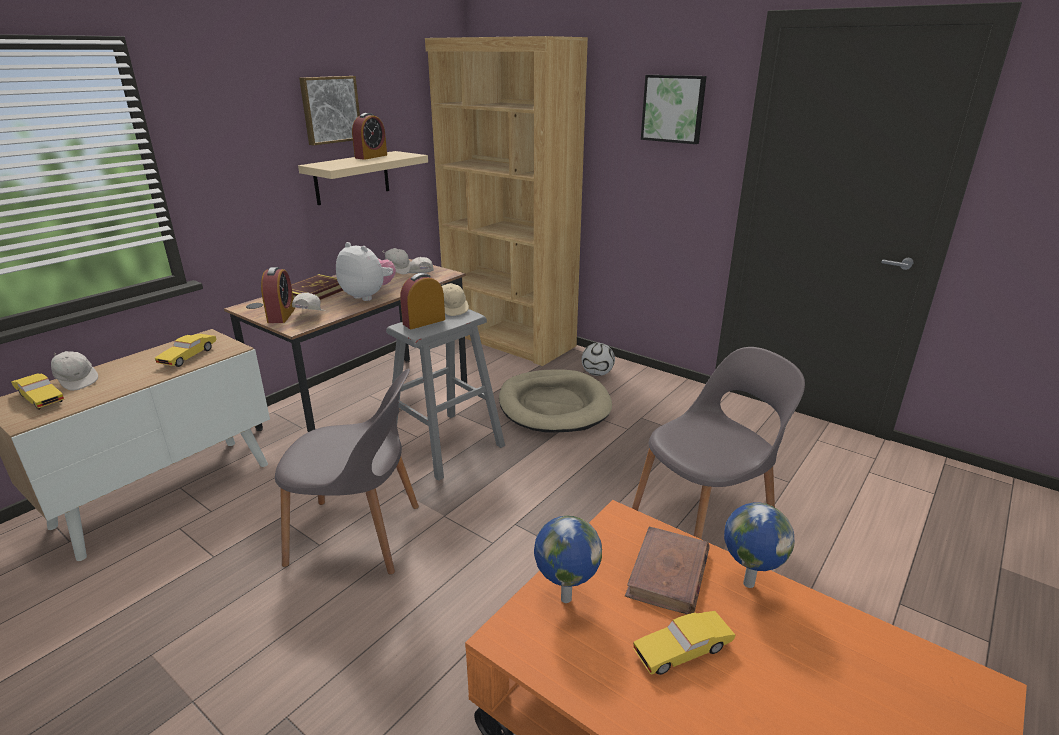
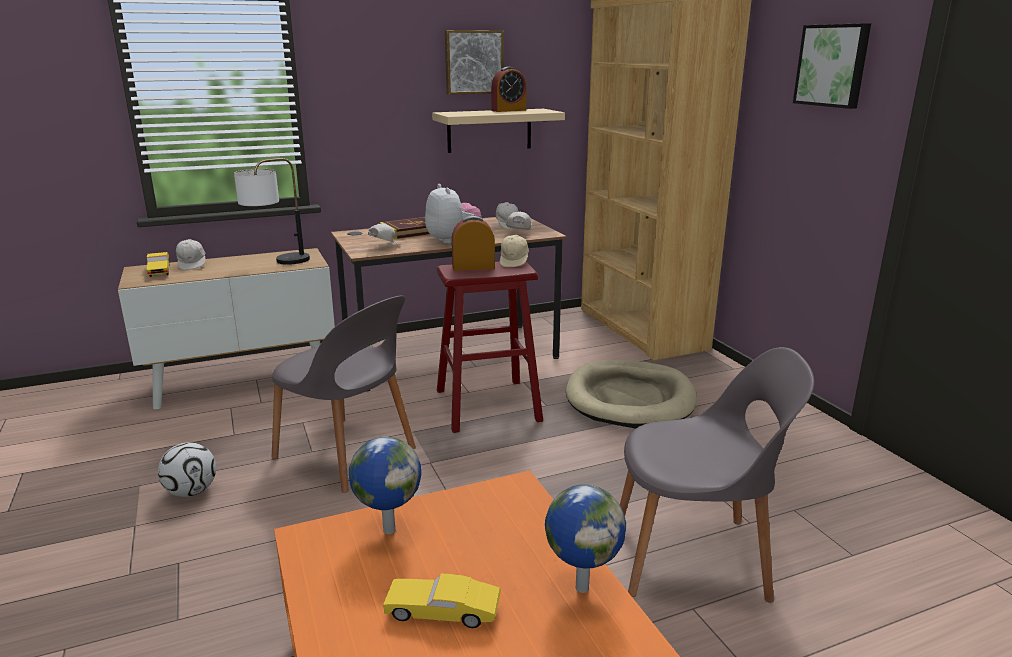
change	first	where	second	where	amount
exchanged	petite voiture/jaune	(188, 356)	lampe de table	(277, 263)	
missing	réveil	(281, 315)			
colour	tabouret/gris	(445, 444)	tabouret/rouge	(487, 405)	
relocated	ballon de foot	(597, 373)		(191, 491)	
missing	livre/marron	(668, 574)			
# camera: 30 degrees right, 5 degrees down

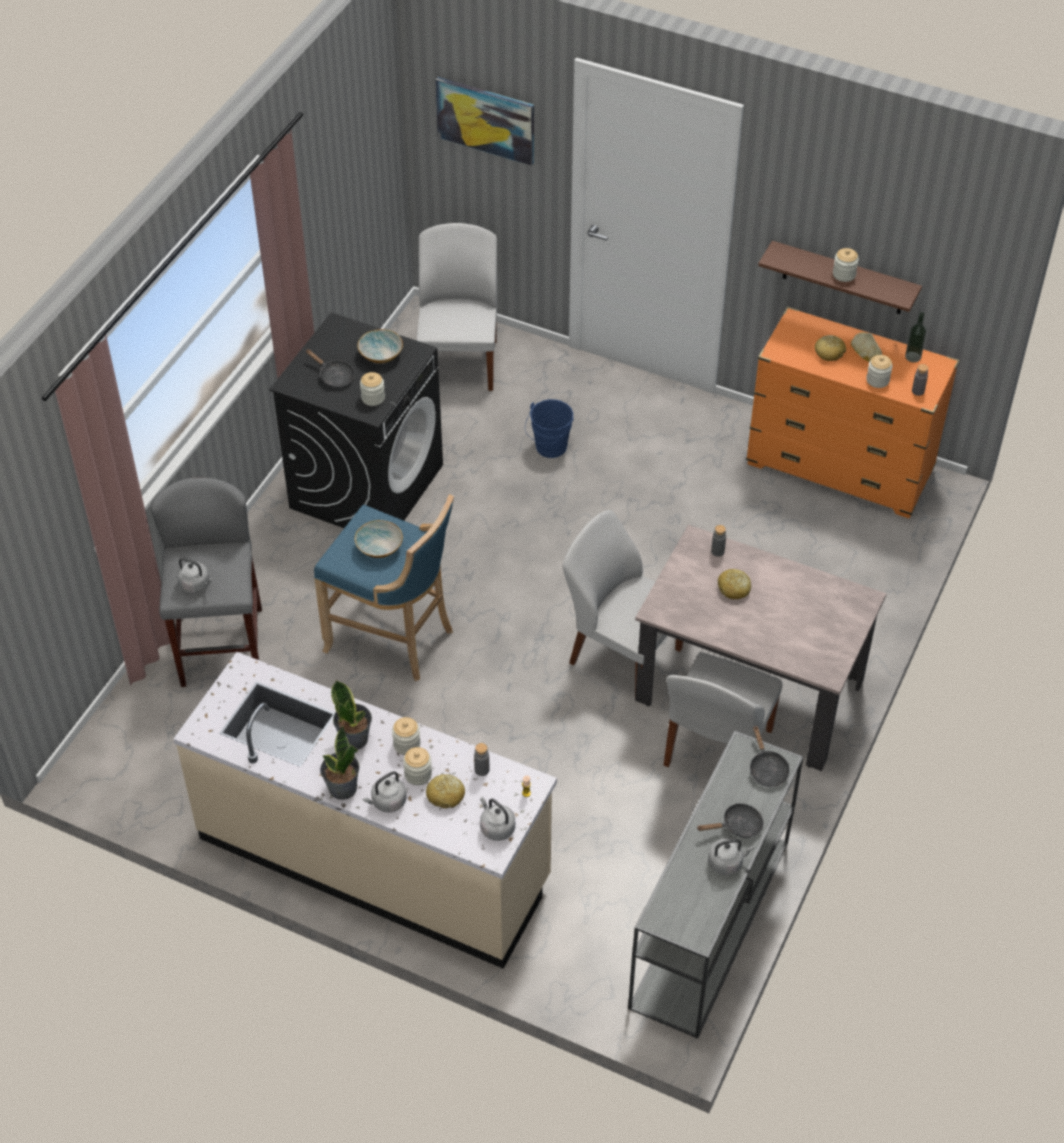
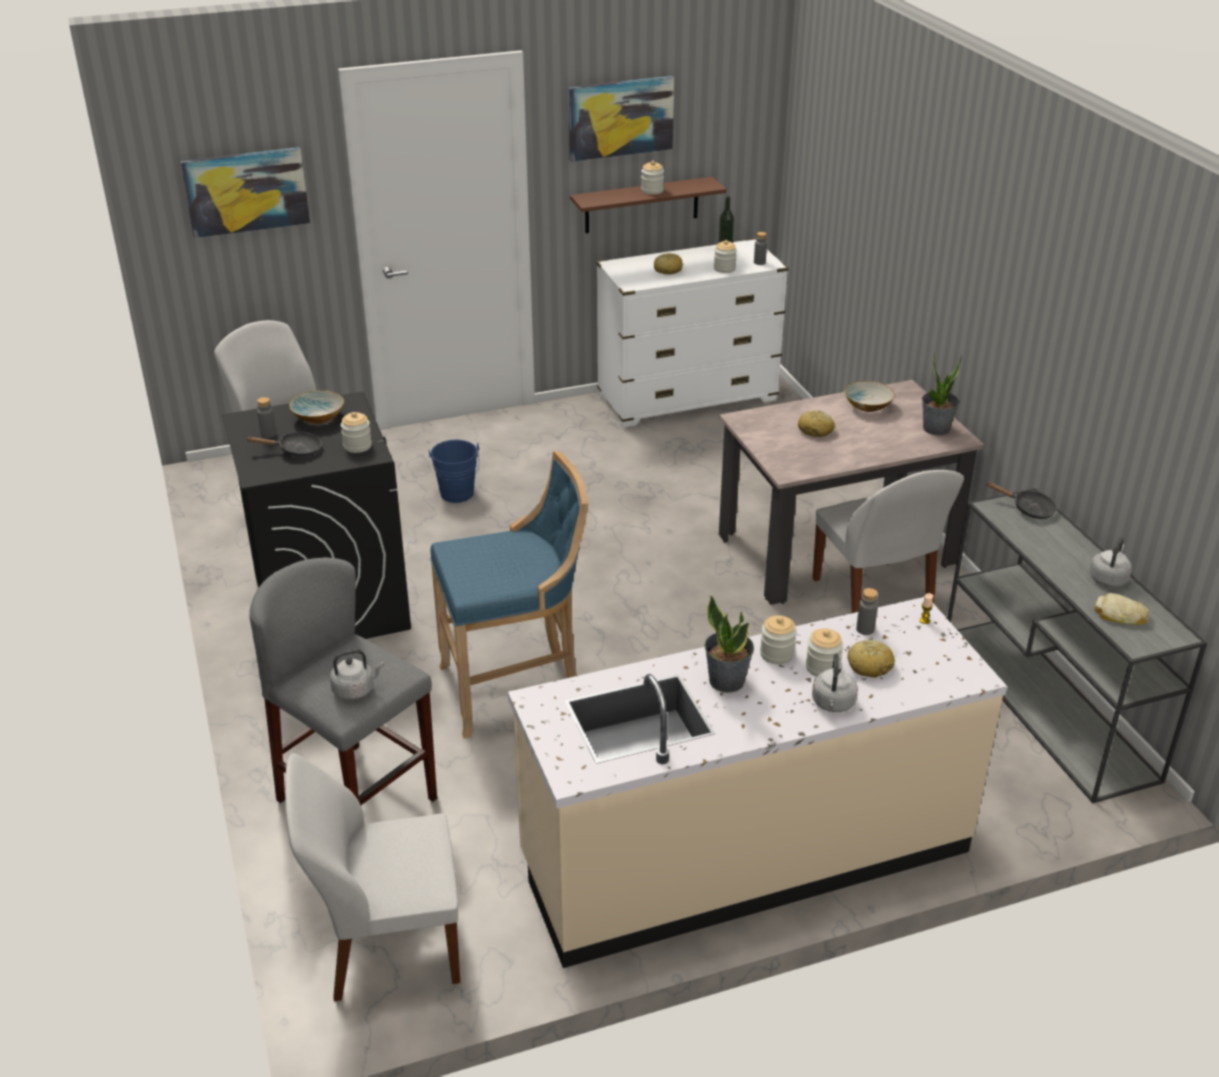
change	first	where	second	where	amount
relocated	plante en pot	(342, 788)		(936, 429)	
relocated	bol	(379, 547)		(867, 406)	
missing	bouilloire/gris	(496, 827)			
relocated	chaise/blanc	(623, 654)		(388, 945)	
missing	poêle/noir	(738, 826)			
relocated	bouteille/gris	(717, 551)		(268, 434)	
colour	commode/orange	(840, 468)	commode/blanc	(687, 398)	
relocated	pain	(865, 350)		(1120, 615)	
appeared			tableau	(620, 118)	
# camera: 45 degrees left, 15 degrees down

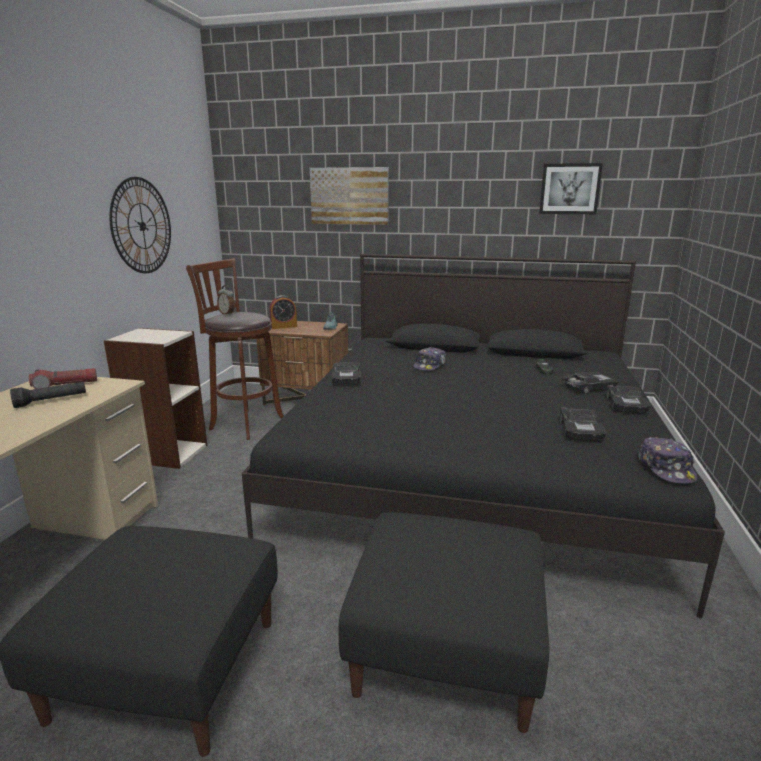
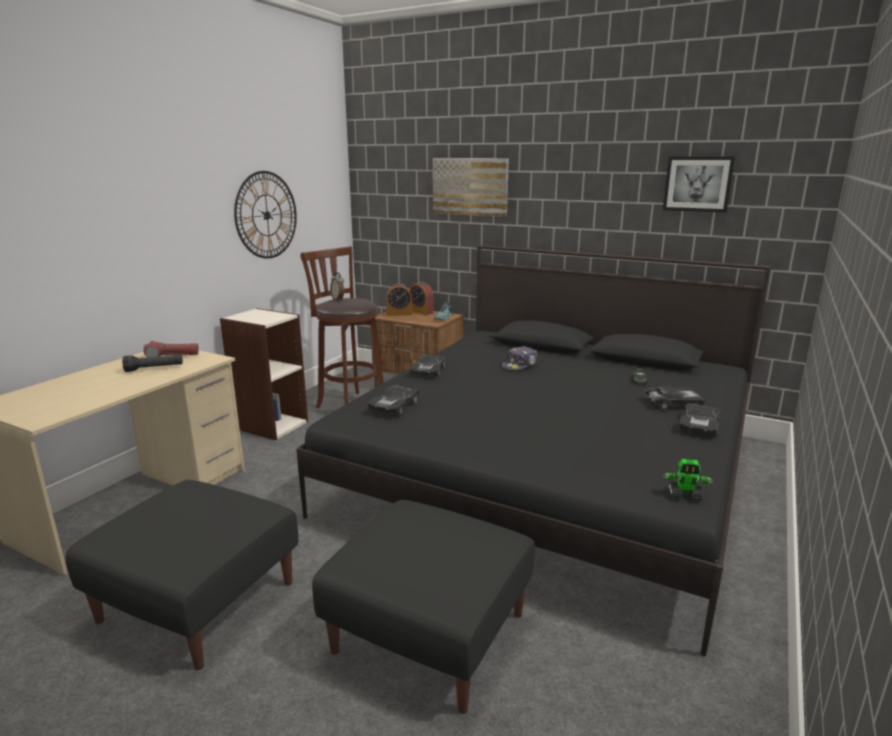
change	first	where	second	where	amount
relocated	petite voiture/noir	(580, 430)		(395, 406)	
exchanged	casquette	(666, 468)	robot jouet	(685, 495)	
appeared			réveil	(421, 312)	
# camera: 15 degrees right, 0 degrees up

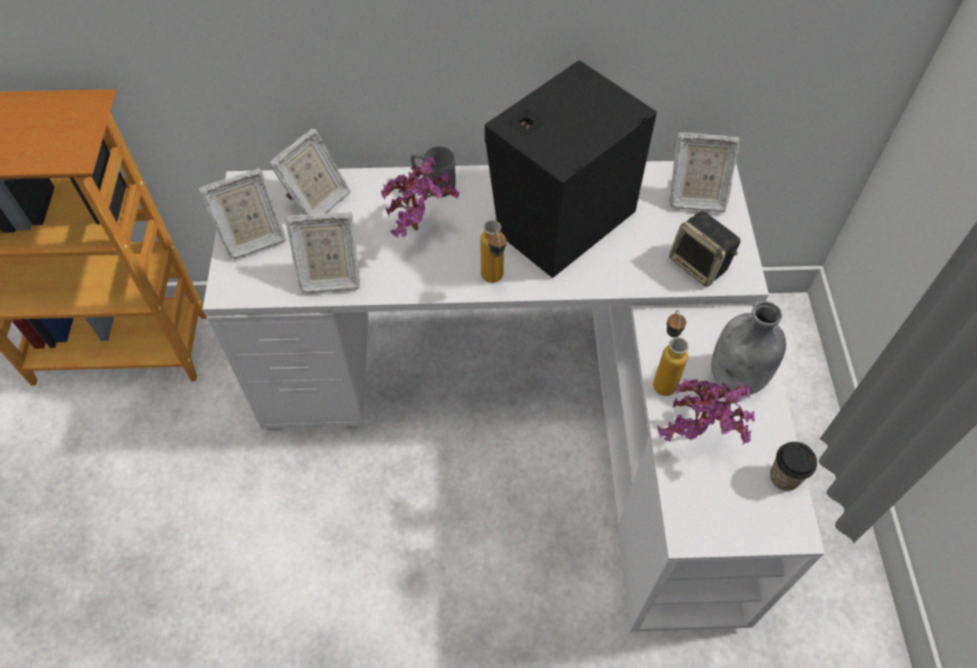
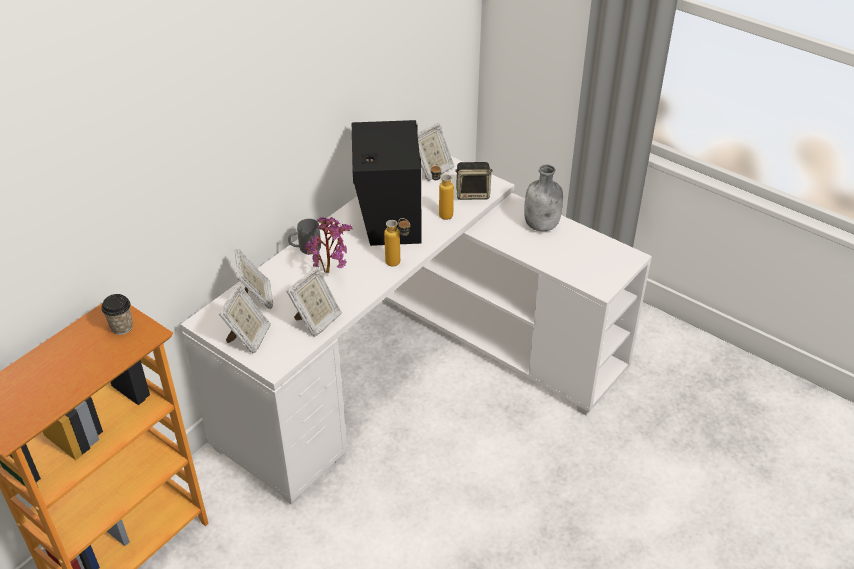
change	first	where	second	where	amount
relocated	bouteille	(663, 378)		(441, 213)	
missing	plante en pot	(697, 439)			
relocated	tasse	(784, 477)		(122, 327)	
# camera: 50 degrees left, 15 degrees down

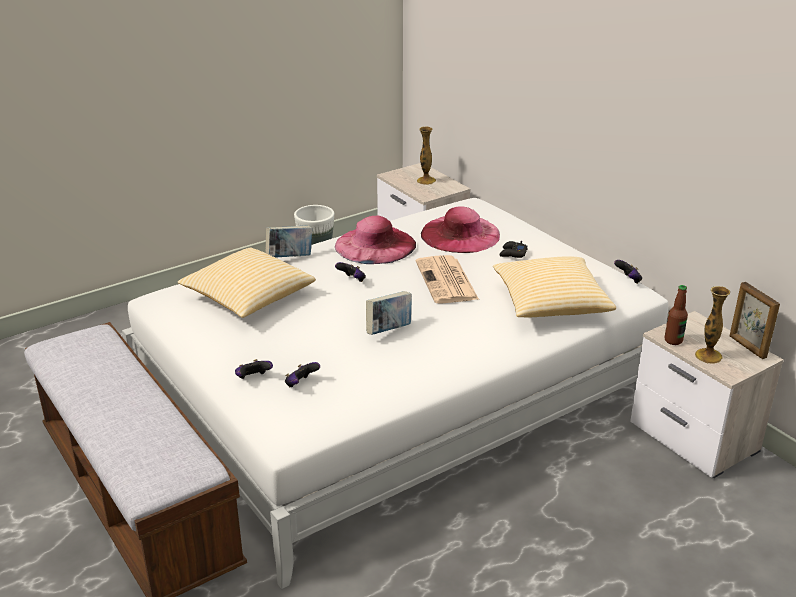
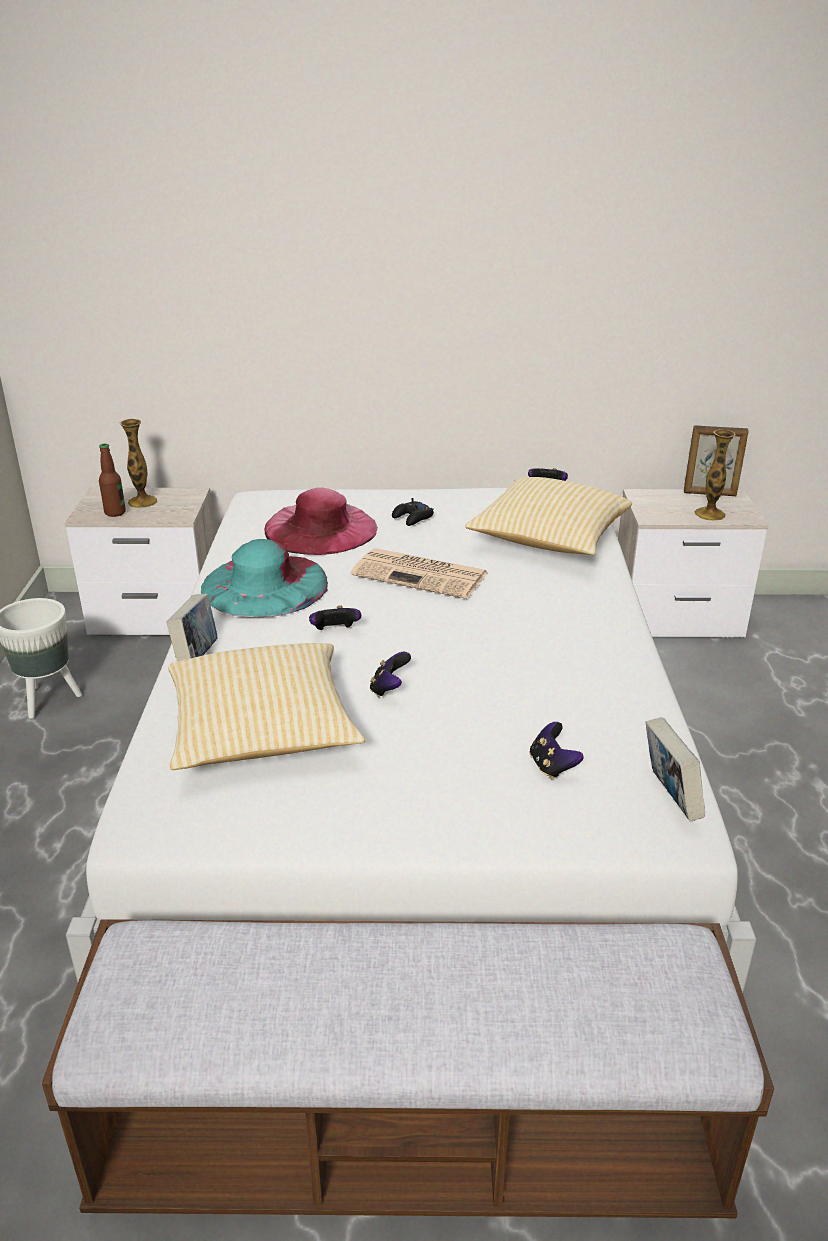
change	first	where	second	where	amount
relocated	manette	(253, 379)		(389, 689)	
colour	chapeau/rose	(375, 245)	chapeau/turquoise	(265, 585)	
relocated	livre	(389, 330)		(669, 798)	
relocated	bouteille	(673, 340)		(115, 513)	
# camera: 55 degrees left, 0 degrees up

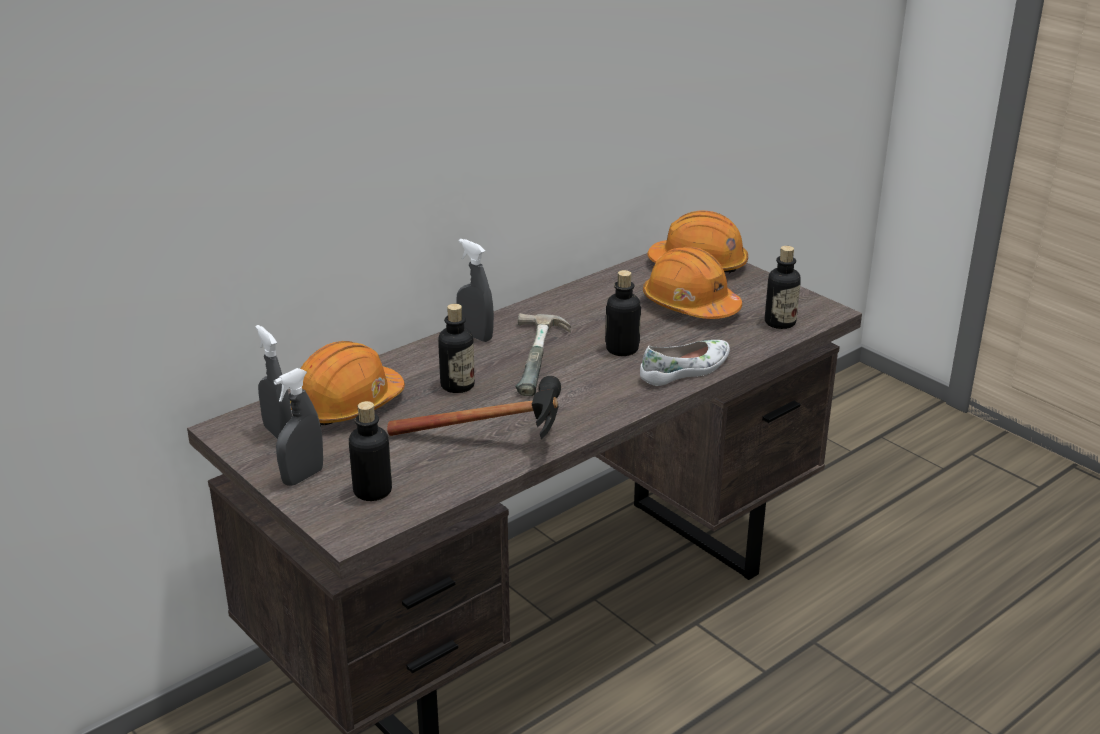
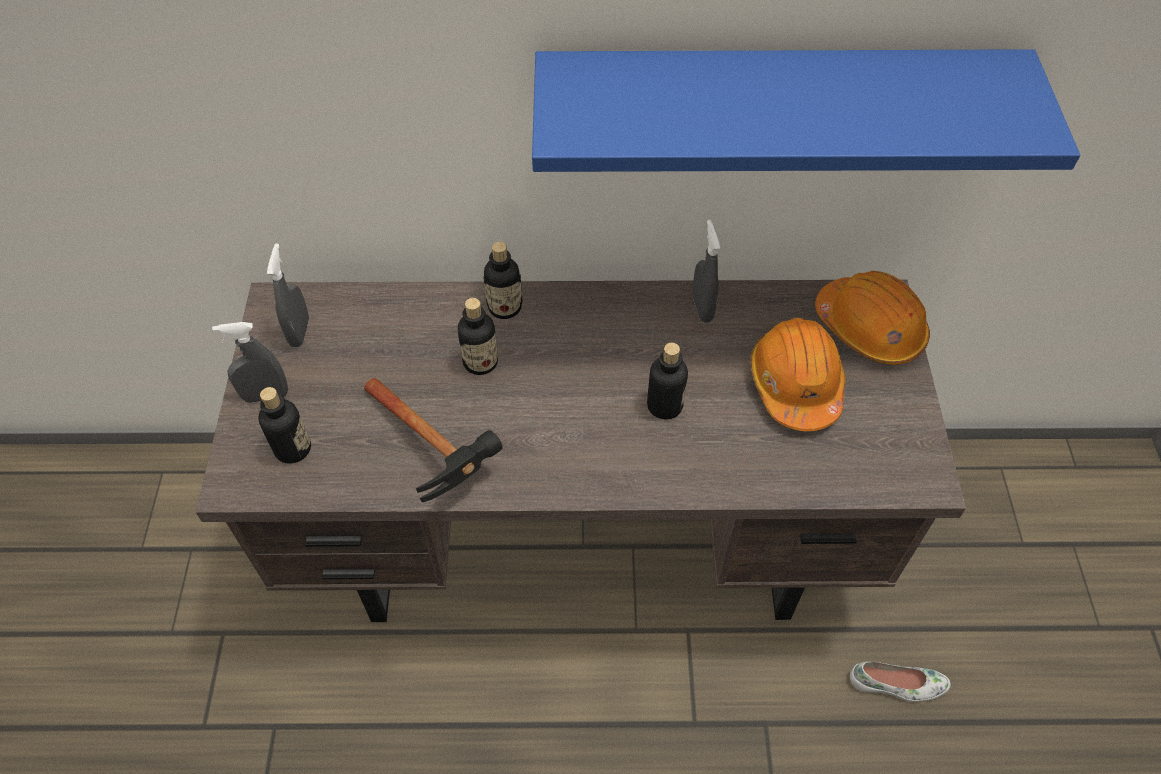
change	first	where	second	where	amount
missing	casque de chantier/orange	(346, 405)			
relocated	vaporisateur/gris	(475, 336)		(702, 308)	
missing	marteau	(544, 358)			
relocated	chaussure/blanc	(686, 370)		(897, 684)	
relocated	bouteille	(780, 322)		(505, 307)	
appeared			étagère/bleu	(775, 102)	
# camera: 40 degrees right, 25 degrees up

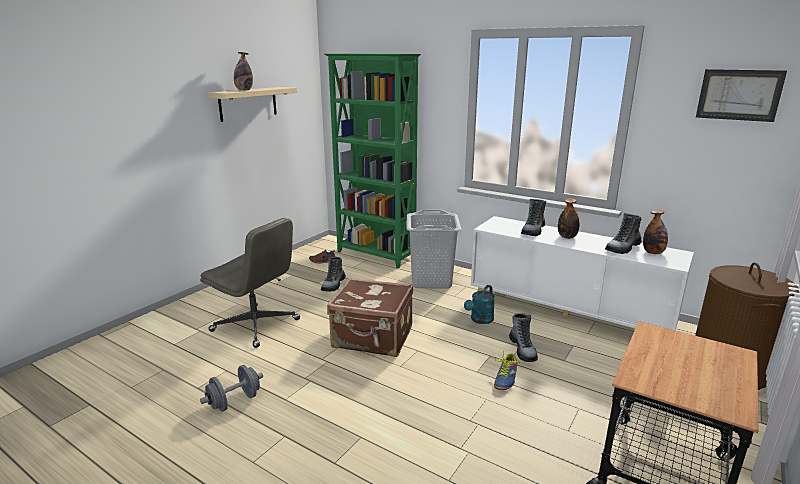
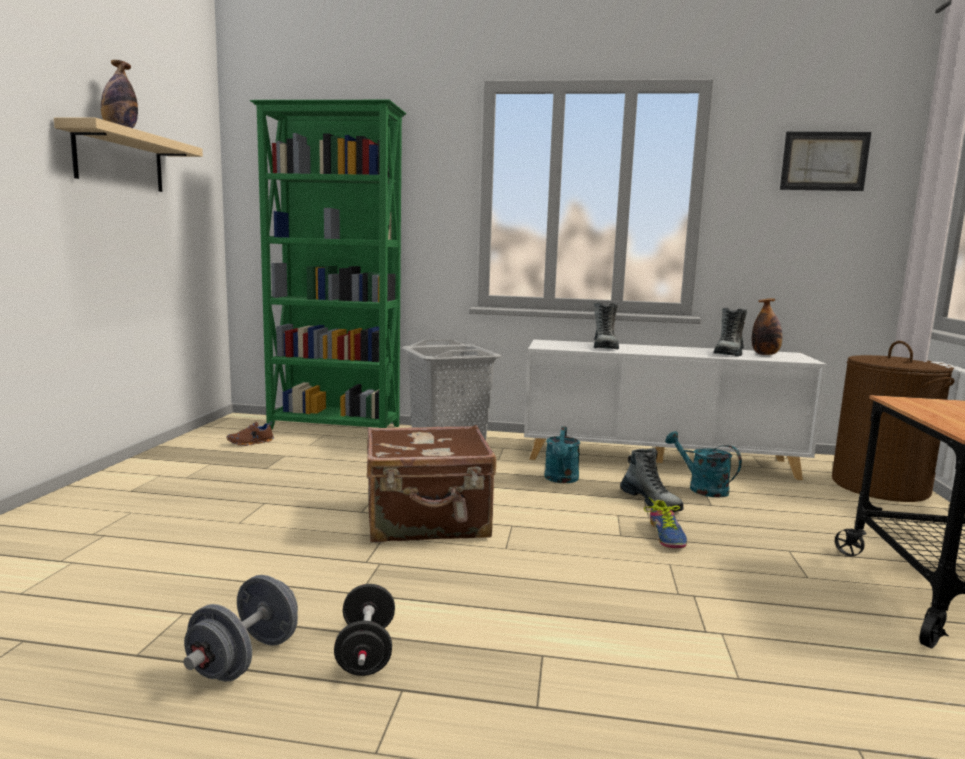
change	first	where	second	where	amount
missing	chaise de bureau/gris	(256, 325)			
missing	botte	(333, 285)			
missing	bouteille	(567, 237)			
appeared			haltère/noir	(366, 651)	
appeared			arrosoir/turquoise	(701, 488)	
# camera: 25 degrees left, 10 degrees down

